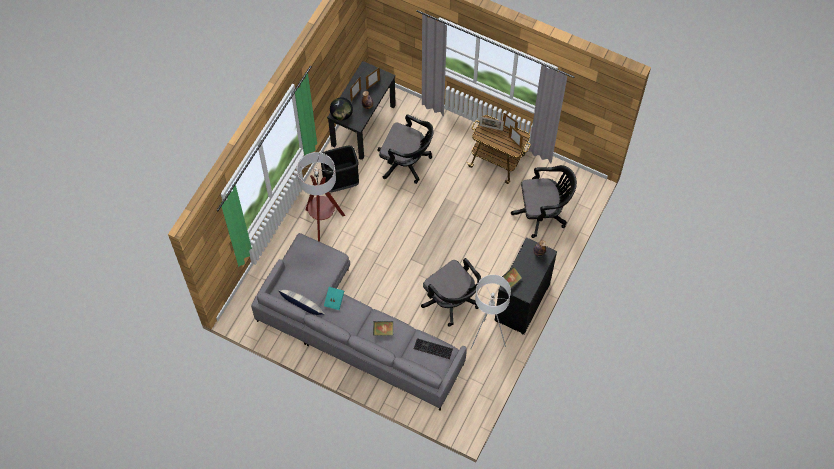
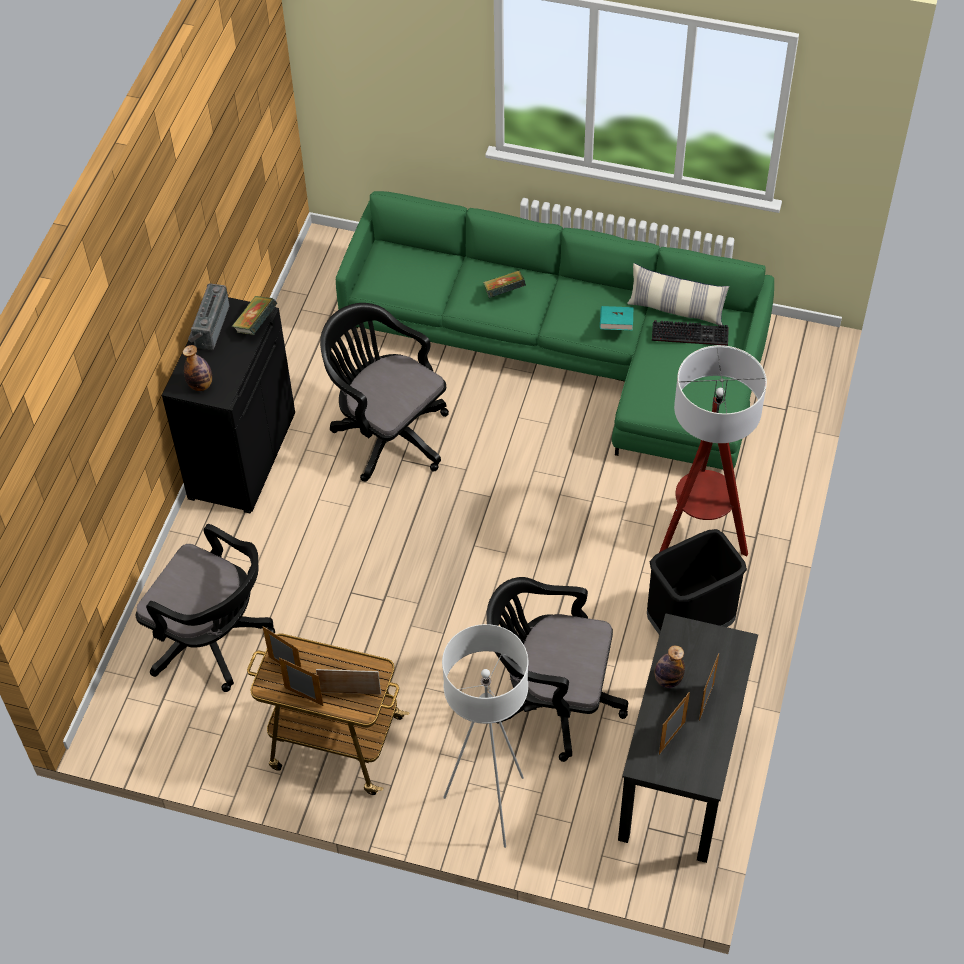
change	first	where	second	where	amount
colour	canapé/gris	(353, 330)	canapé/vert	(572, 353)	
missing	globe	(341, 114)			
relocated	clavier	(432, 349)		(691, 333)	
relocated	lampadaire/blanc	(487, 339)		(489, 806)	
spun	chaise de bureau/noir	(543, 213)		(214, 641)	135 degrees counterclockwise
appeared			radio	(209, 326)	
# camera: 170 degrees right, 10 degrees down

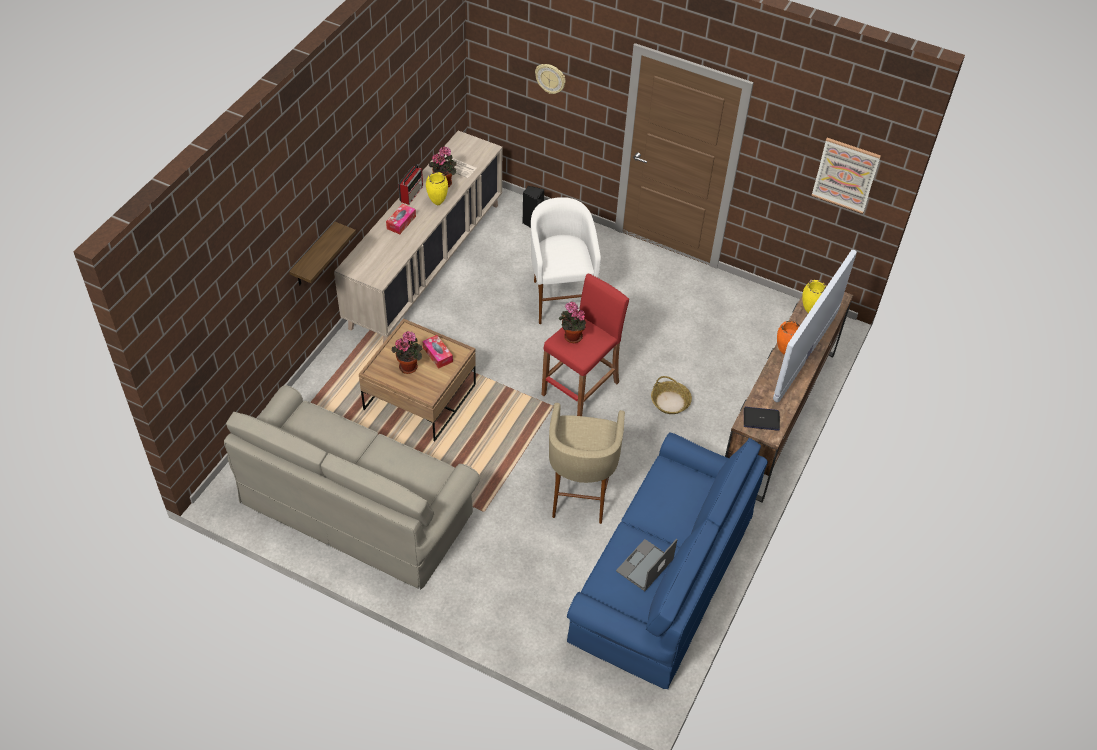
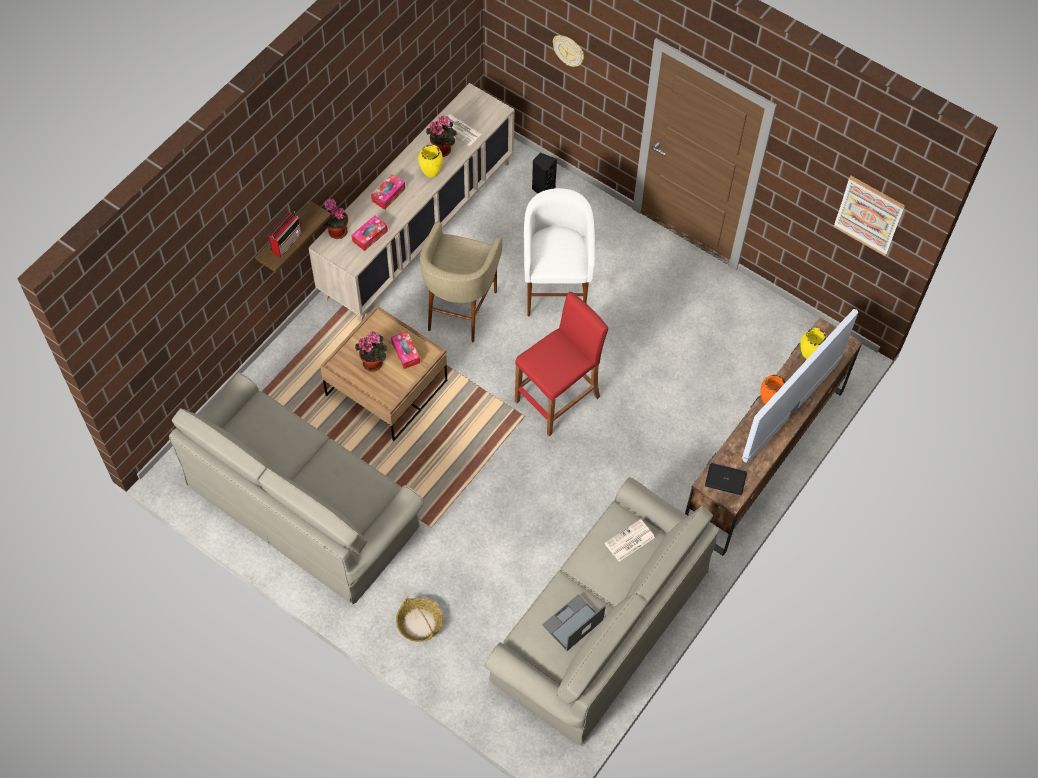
change	first	where	second	where	amount
relocated	radio	(412, 193)		(287, 242)	
relocated	tabouret/beige	(580, 493)		(460, 310)	
relocated	plante en pot	(571, 337)		(336, 231)	
colour	canapé/bleu	(661, 578)	canapé/gris	(599, 626)	
relocated	panier	(670, 402)		(420, 623)	
appeared			boîte à mouchoirs	(370, 236)	
appeared			journal	(629, 541)	
# camera: 10 degrees right, 10 degrees up

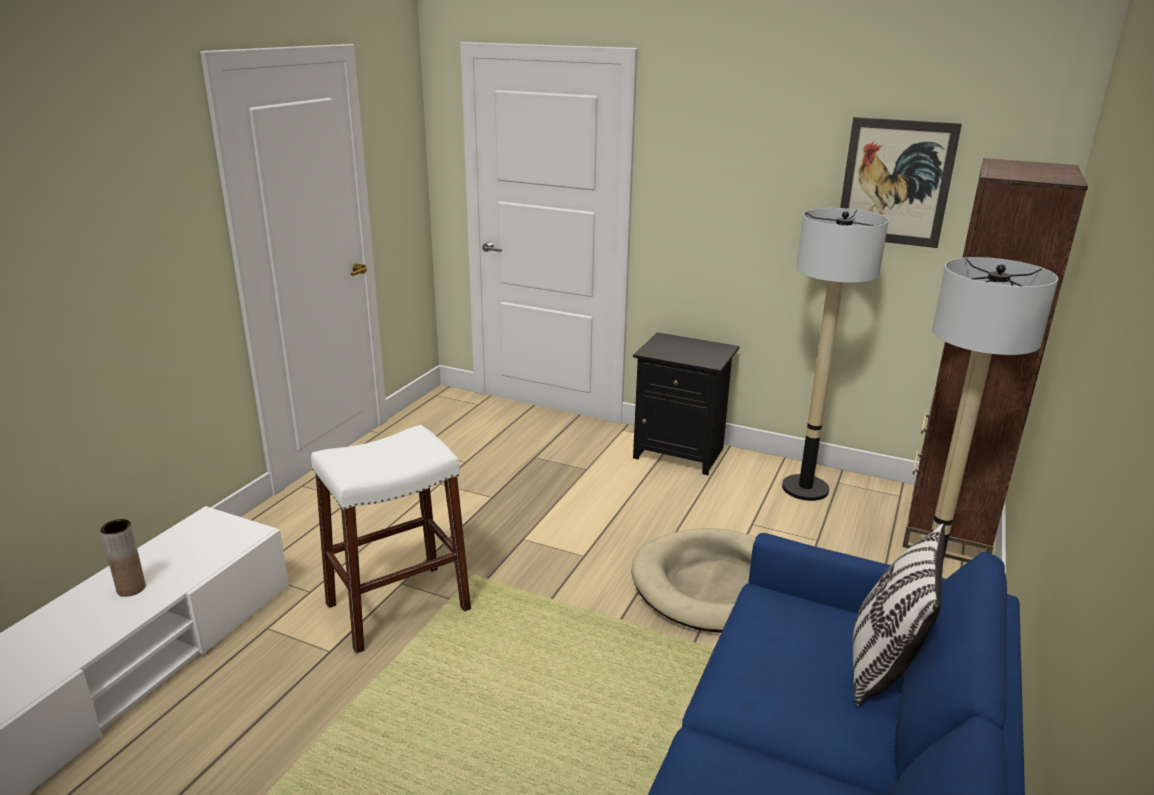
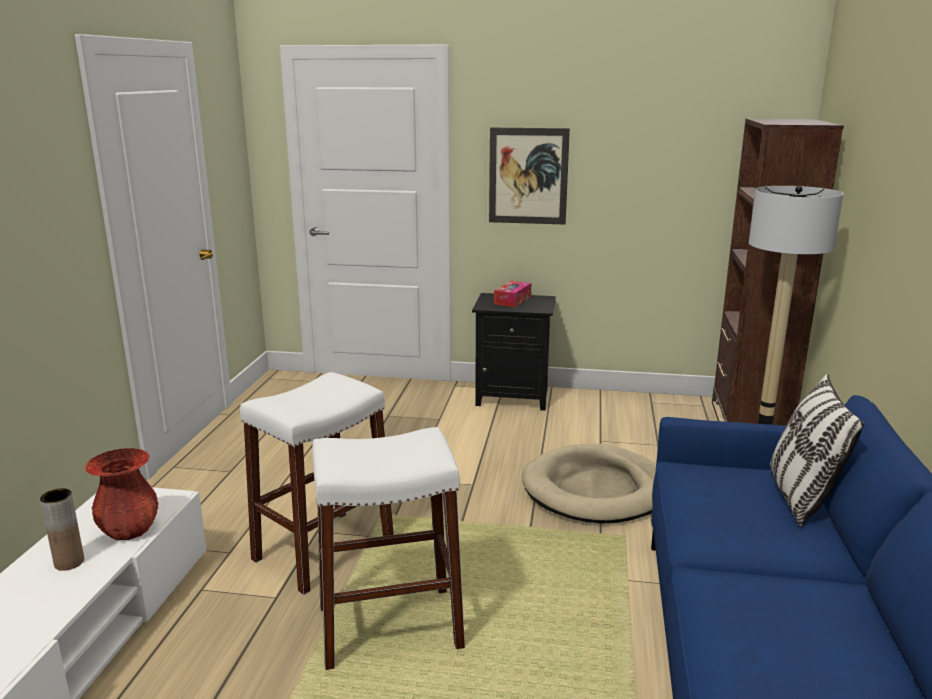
change	first	where	second	where	amount
missing	lampadaire	(805, 488)			
relocated	tableau	(895, 182)		(528, 176)	
appeared			vase/rouge	(129, 530)	
appeared			tabouret/blanc	(389, 626)	
appeared			boîte à mouchoirs	(512, 300)	
# camera: 15 degrees left, 5 degrees down

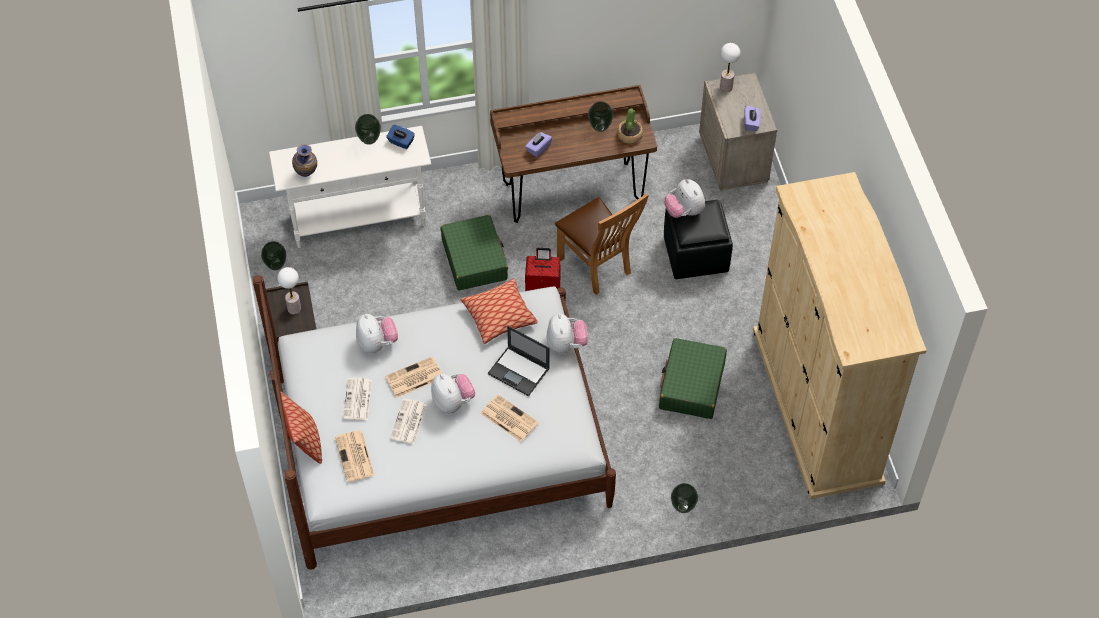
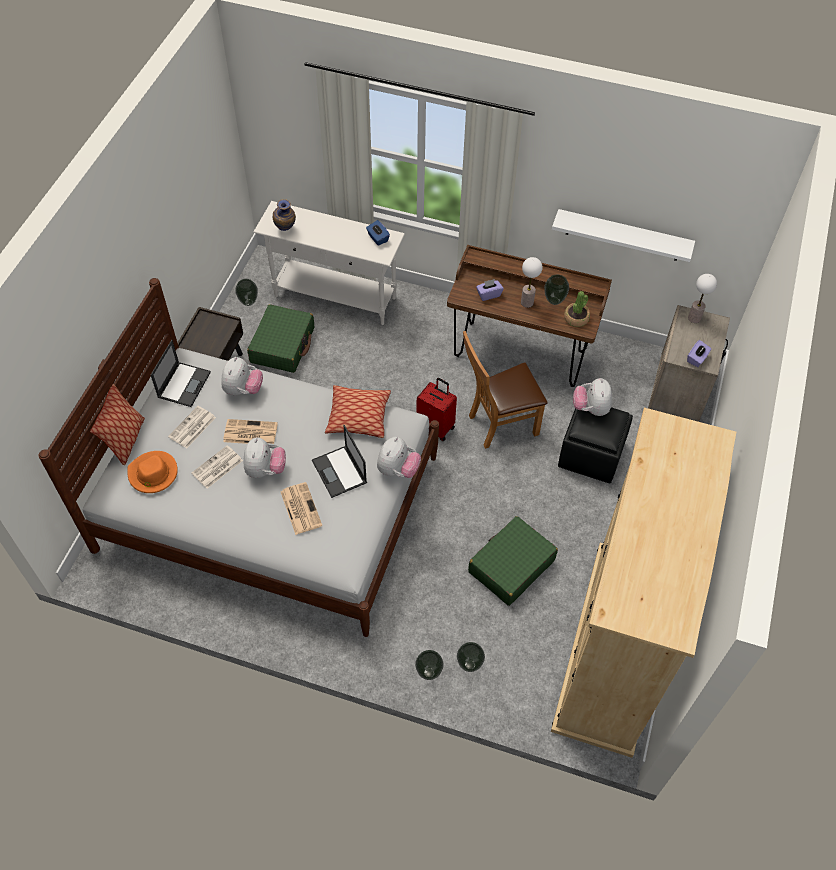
change	first	where	second	where	amount
relocated	lampe de table	(294, 309)		(527, 303)	
exchanged	journal	(355, 457)	chapeau/orange	(153, 474)	
relocated	vase	(369, 140)		(469, 664)	
relocated	valise/vert	(474, 259)		(283, 345)	
spun	chaise/marron	(598, 267)		(498, 425)	75 degrees clockwise
appeared			ordinateur portable	(184, 384)	
appeared			étagère/blanc	(623, 235)	
# camera: 30 degrees right, 0 degrees up

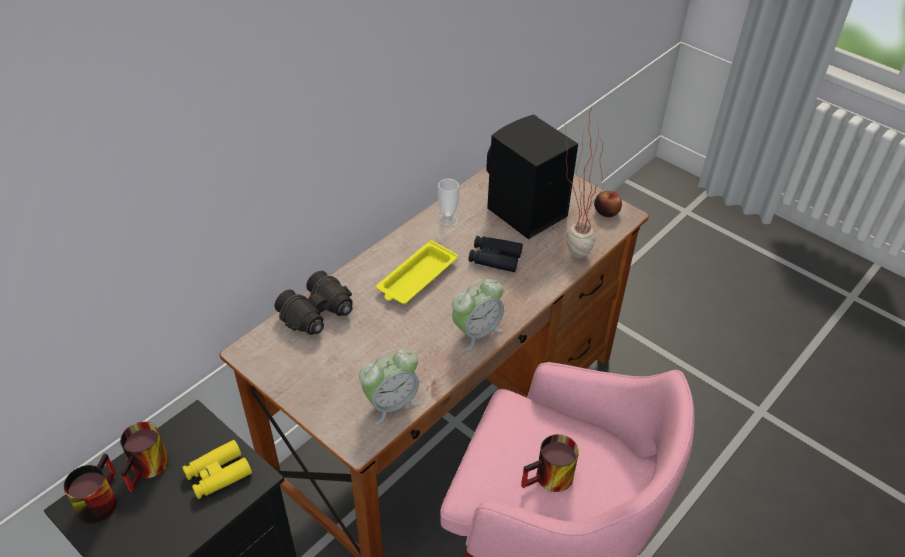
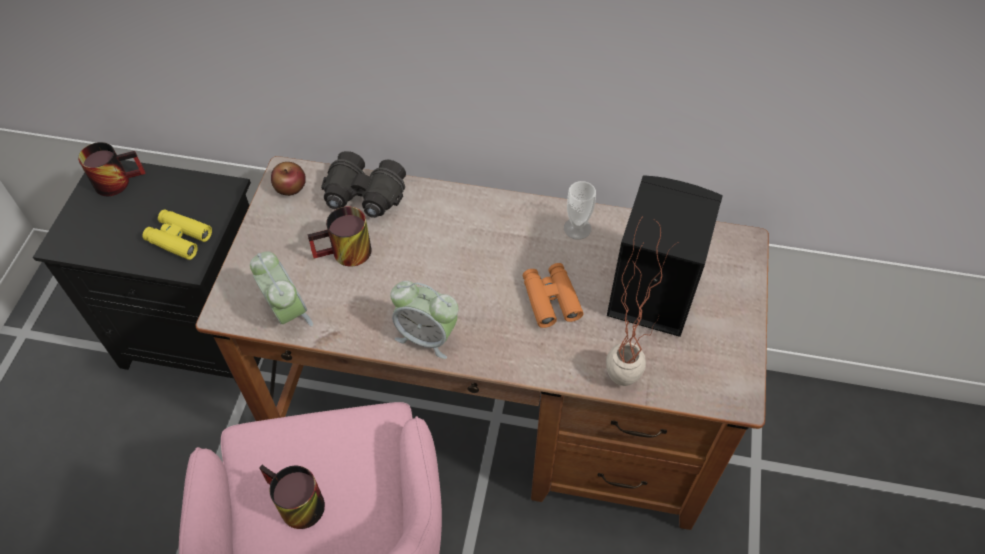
change	first	where	second	where	amount
relocated	mug	(149, 469)		(345, 255)	
spun	réveil	(391, 403)		(287, 312)	150 degrees counterclockwise
missing	plateau/jaune	(416, 278)			
colour	jumelles/noir	(494, 258)	jumelles/orange	(551, 299)	
relocated	pomme	(606, 211)		(290, 187)	
# camera: 60 degrees right, 10 degrees up

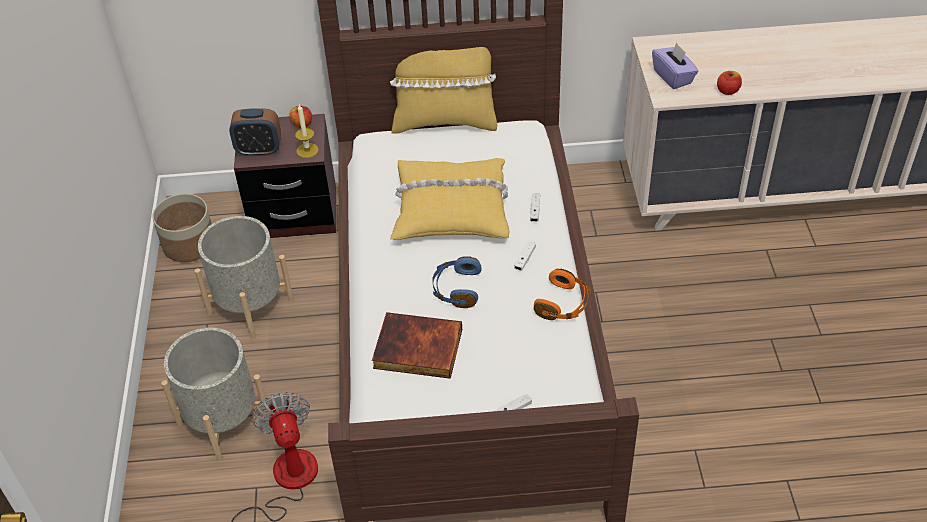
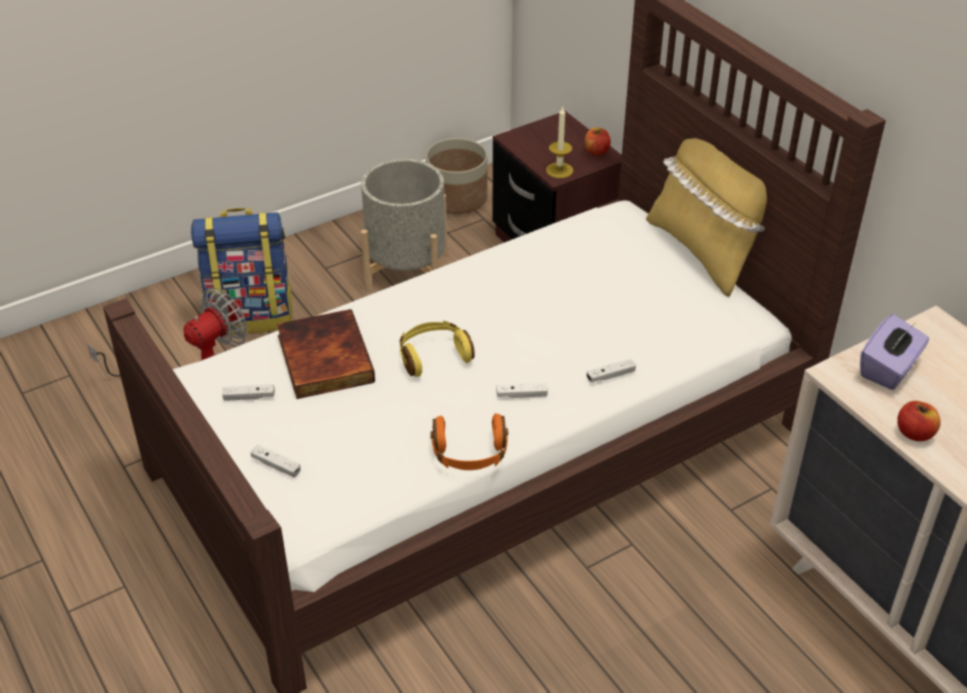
change	first	where	second	where	amount
exchanged	cache-pot/gris	(223, 420)	sac à dos	(251, 316)	
missing	réveil	(259, 150)			
missing	coussin/jaune	(451, 208)			
colour	casque audio/bleu	(456, 289)	casque audio/jaune	(433, 356)	
appeared			manette/blanc	(249, 397)	
# camera: 60 degrees right, 5 degrees down

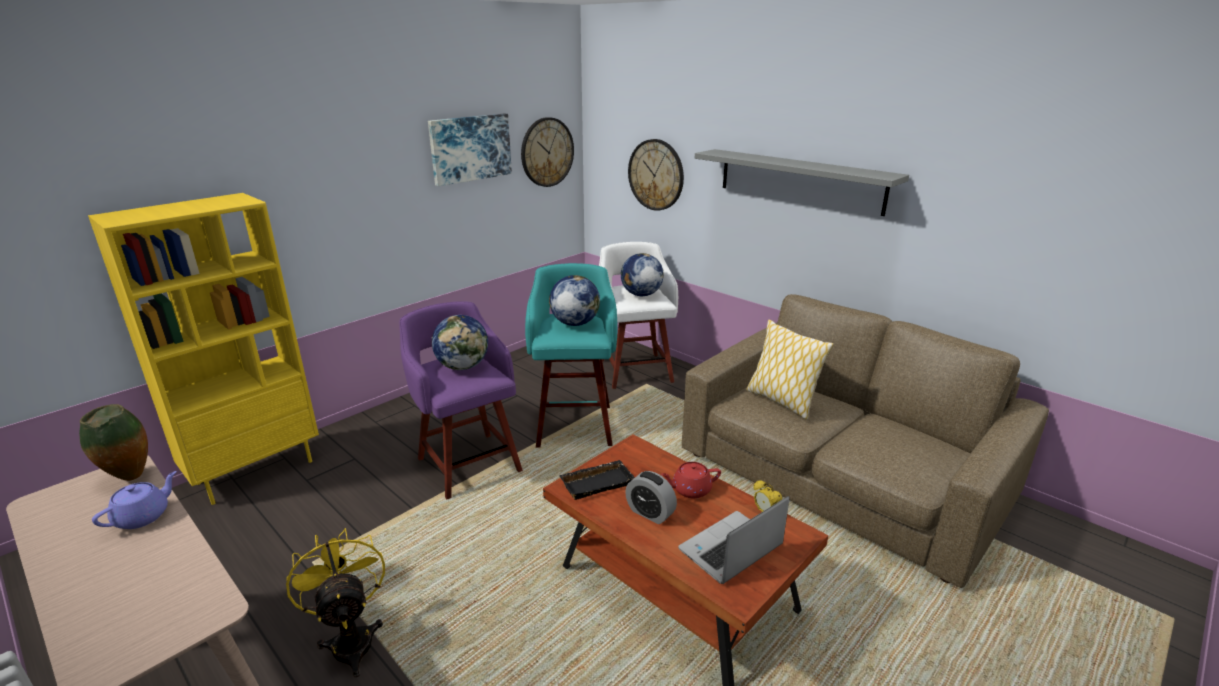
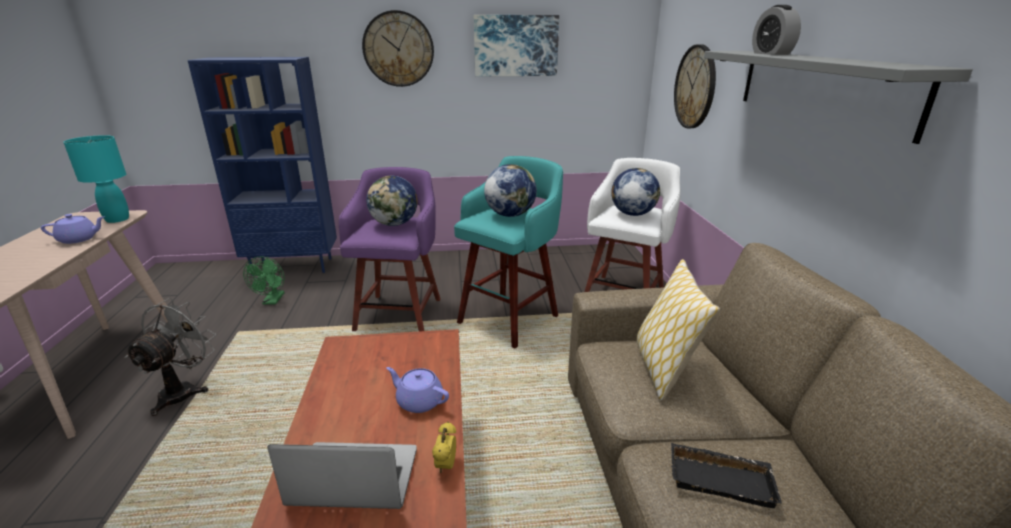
change	first	where	second	where	amount
exchanged	vase	(130, 479)	lampe de table/turquoise	(117, 219)	
colour	bibliothèque/jaune	(256, 471)	bibliothèque/bleu	(294, 266)	
colour	ventilateur/jaune	(351, 639)	ventilateur/gris	(184, 390)	
relocated	horloge murale	(547, 152)		(398, 49)	
relocated	plateau/noir	(597, 482)		(721, 478)	
relocated	réveil	(650, 513)		(771, 54)	
colour	théière/rouge	(690, 490)	théière/violet	(419, 401)	
appeared			ventilateur/vert	(272, 301)	
# camera: 40 degrees right, 0 degrees up

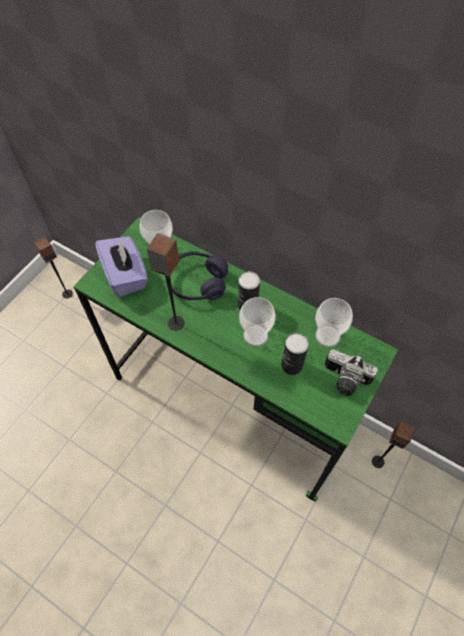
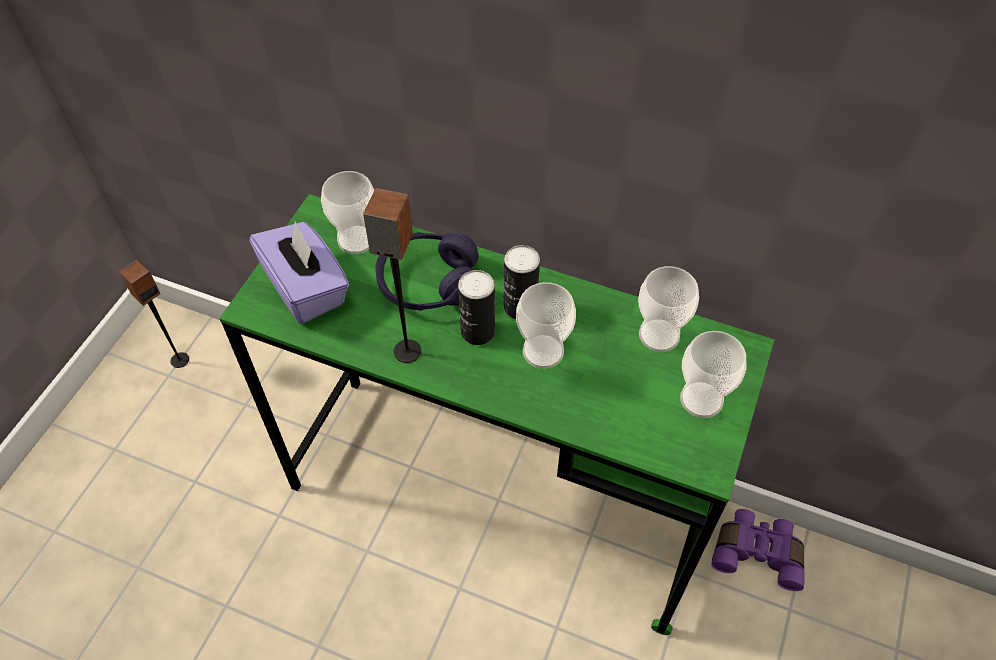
change	first	where	second	where	amount
relocated	boîte métallique	(292, 365)		(477, 331)	
exchanged	appareil photo	(344, 380)	tasse	(701, 399)	
exchanged	enceinte	(378, 461)	jumelles/violet	(757, 552)	
# camera: 10 degrees left, 5 degrees down

